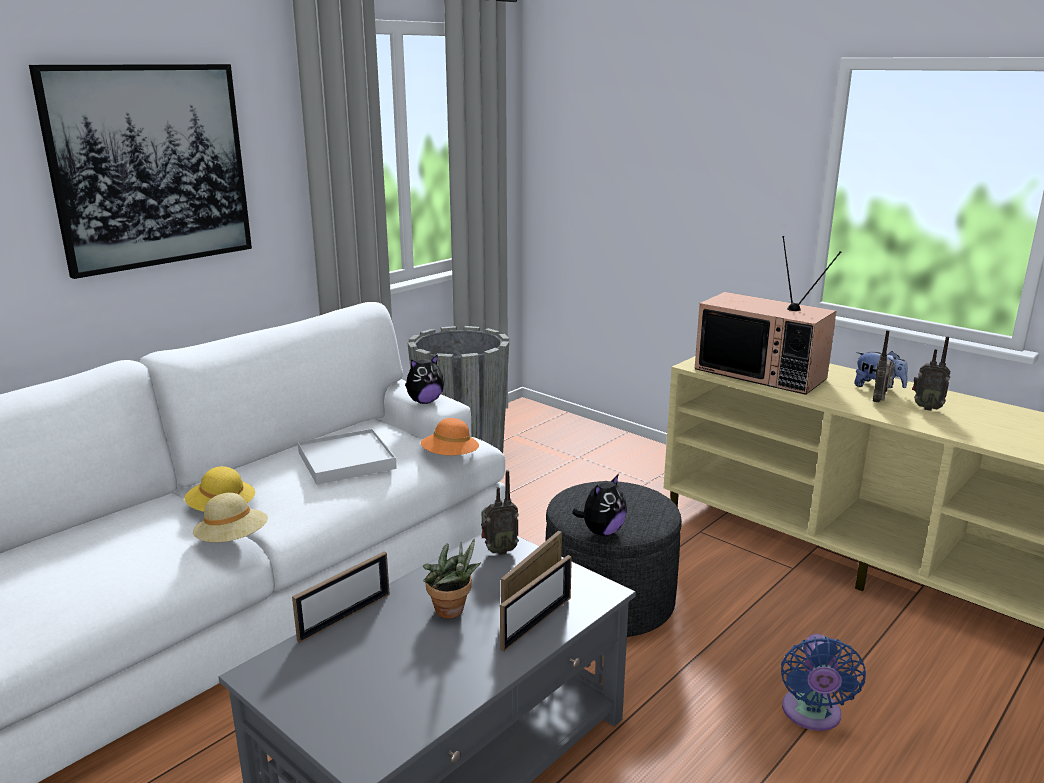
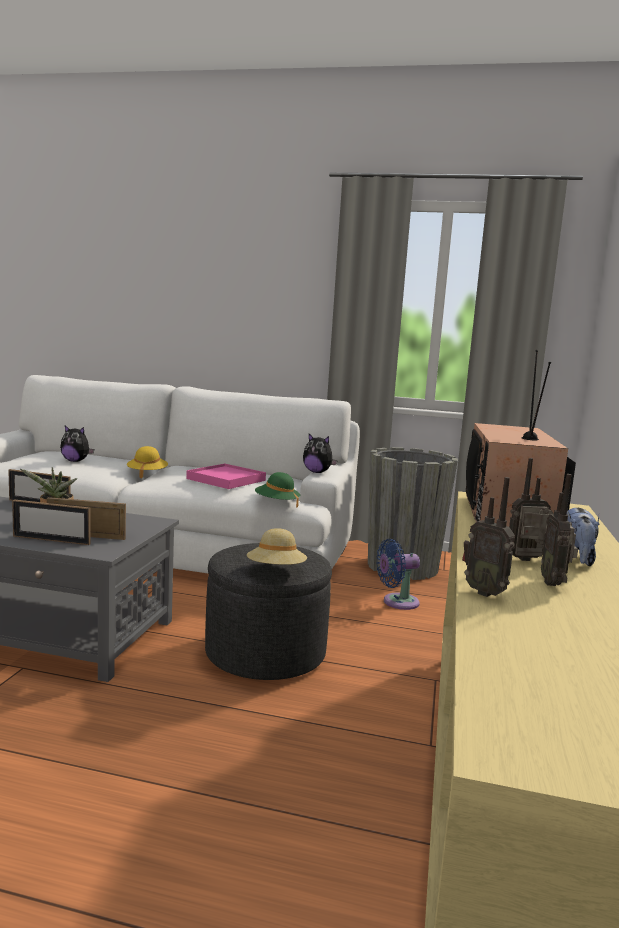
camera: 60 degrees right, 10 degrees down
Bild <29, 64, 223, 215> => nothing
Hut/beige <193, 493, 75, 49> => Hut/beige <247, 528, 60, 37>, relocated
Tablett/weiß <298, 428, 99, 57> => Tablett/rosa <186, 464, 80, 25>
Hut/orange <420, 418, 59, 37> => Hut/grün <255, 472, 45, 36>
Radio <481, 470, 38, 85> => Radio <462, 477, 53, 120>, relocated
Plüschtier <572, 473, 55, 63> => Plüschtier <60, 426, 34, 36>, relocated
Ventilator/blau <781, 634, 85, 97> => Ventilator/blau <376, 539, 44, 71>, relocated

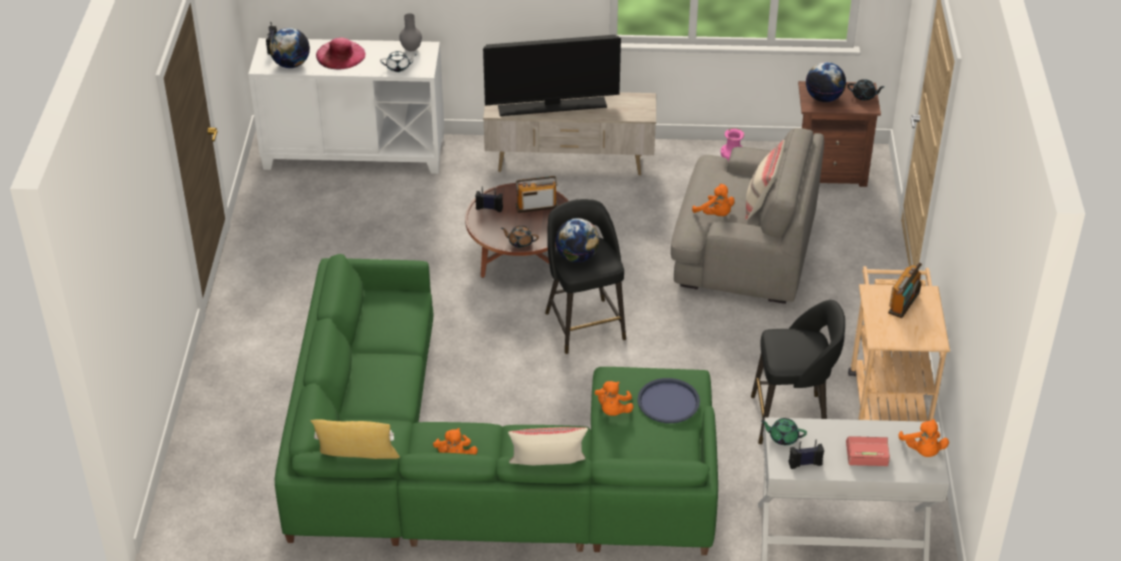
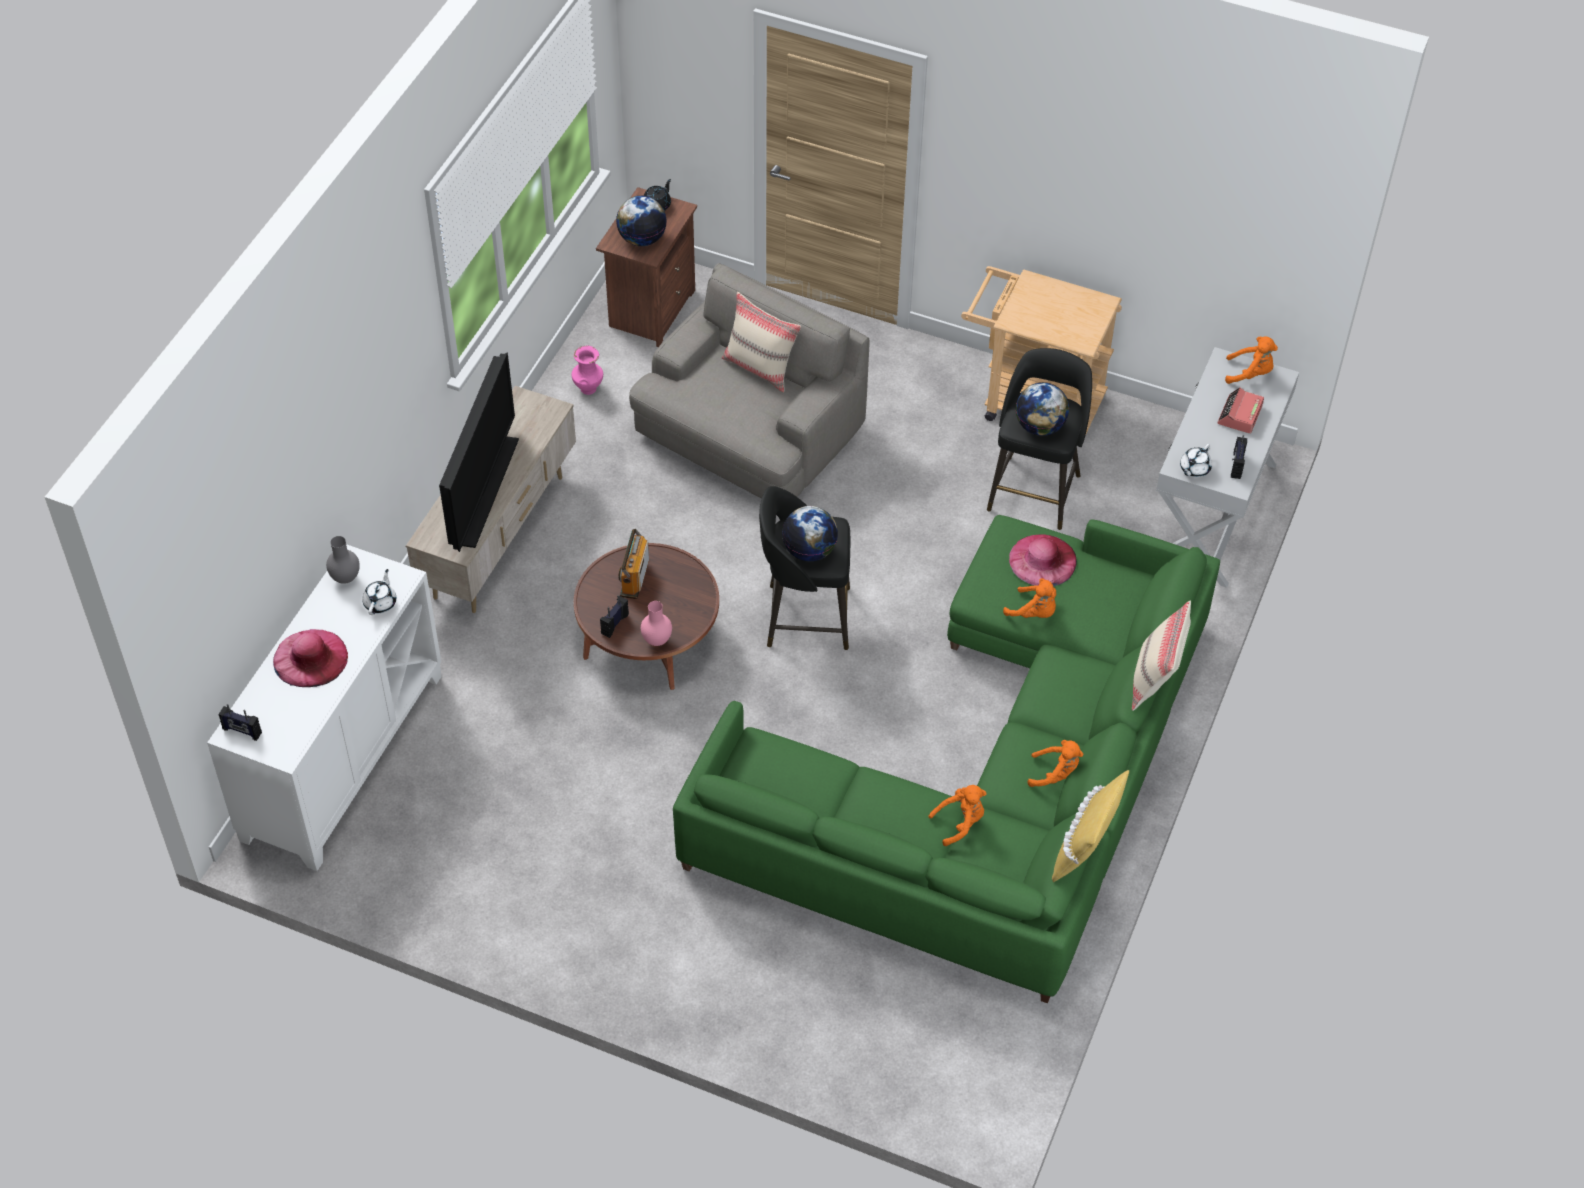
camera: 70 degrees left, 10 degrees up
Globus <269, 28, 41, 40> => Globus <1016, 382, 53, 54>, relocated
Teekanne/braun <501, 226, 38, 22> => nothing
Tablett/blau <637, 378, 63, 45> => Hut/rosa <1009, 534, 68, 52>
Plüschtier/orange <692, 184, 43, 32> => Plüschtier/orange <928, 785, 59, 61>, relocated
Teekanne/grün <761, 418, 46, 27> => Teekanne/weiß <1180, 444, 32, 33>
Radio <888, 263, 34, 55> => nothing
nothing => Vase/rosa <641, 601, 31, 45>

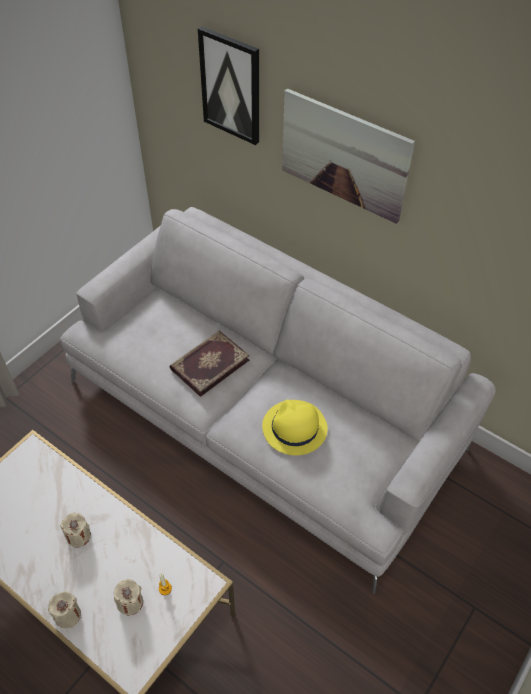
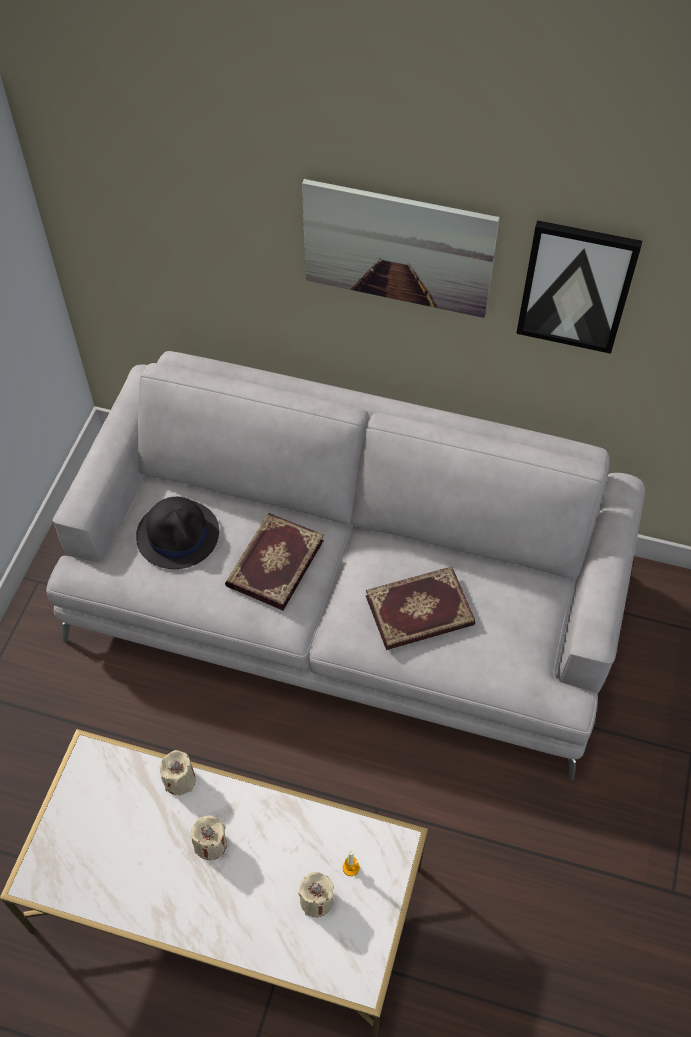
camera: 20 degrees left, 5 degrees up
Kerze/beige <48, 591, 33, 38> => Kerze/beige <160, 750, 36, 45>, relocated
Bild <198, 26, 61, 119> => Bild <516, 220, 126, 134>, relocated
Hut/gelb <262, 400, 66, 55> => Buch <366, 566, 109, 84>
nothing => Hut/schwarz <136, 497, 83, 72>

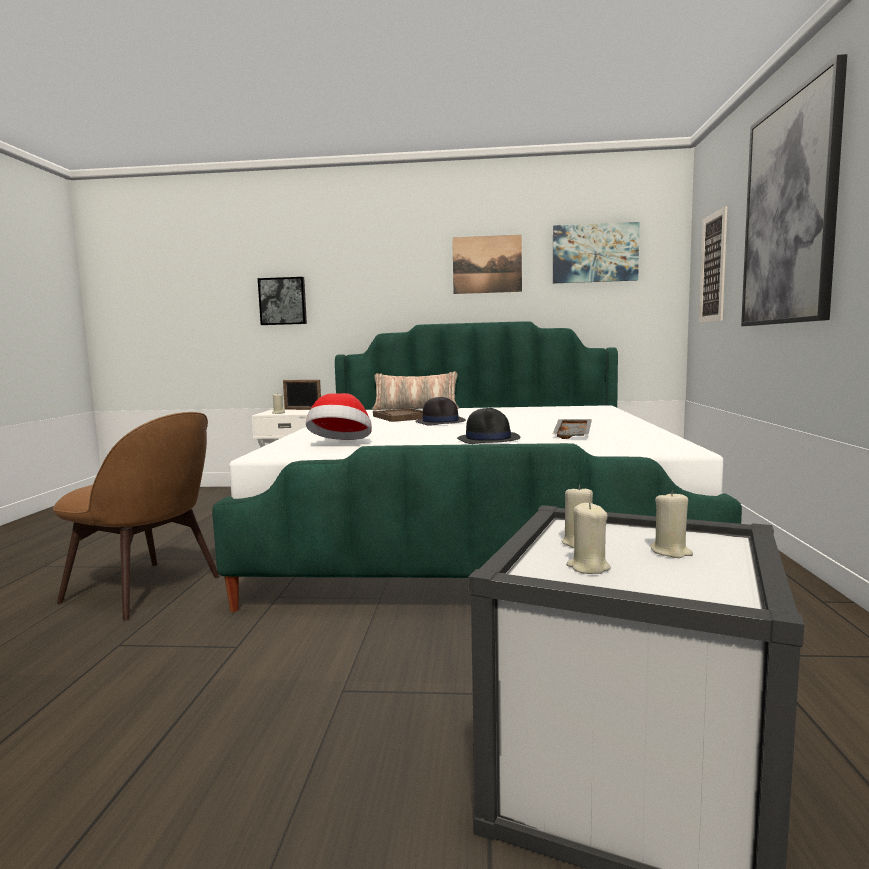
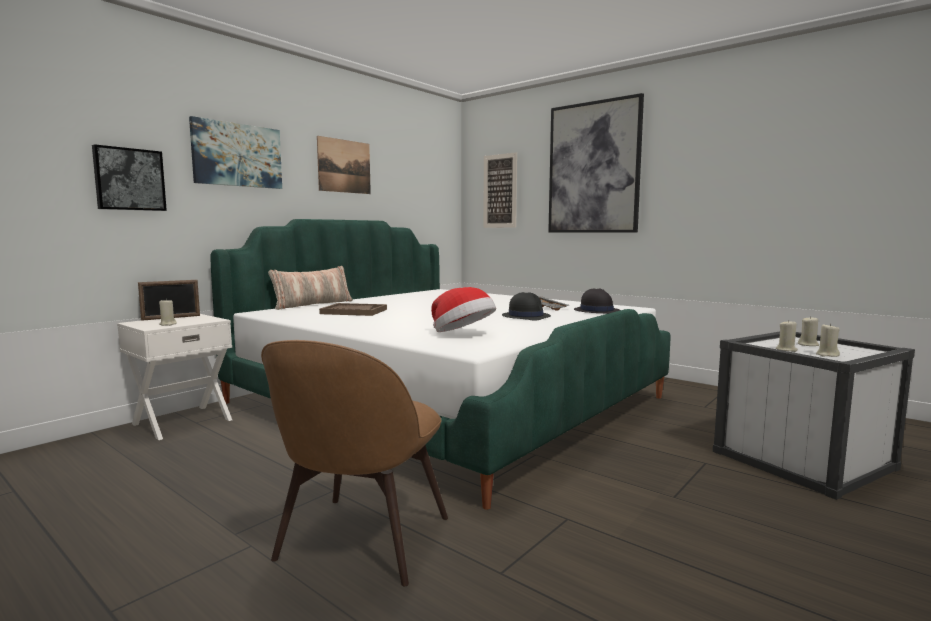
camera: 55 degrees left, 0 degrees up
Stuhl/braun <53, 412, 167, 209> => Stuhl/braun <261, 340, 187, 246>, 135 degrees clockwise
Hut/schwarz <415, 397, 51, 29> => Hut/schwarz <574, 288, 46, 26>, relocated
Bild <553, 222, 86, 61> => Bild <189, 116, 93, 73>, relocated

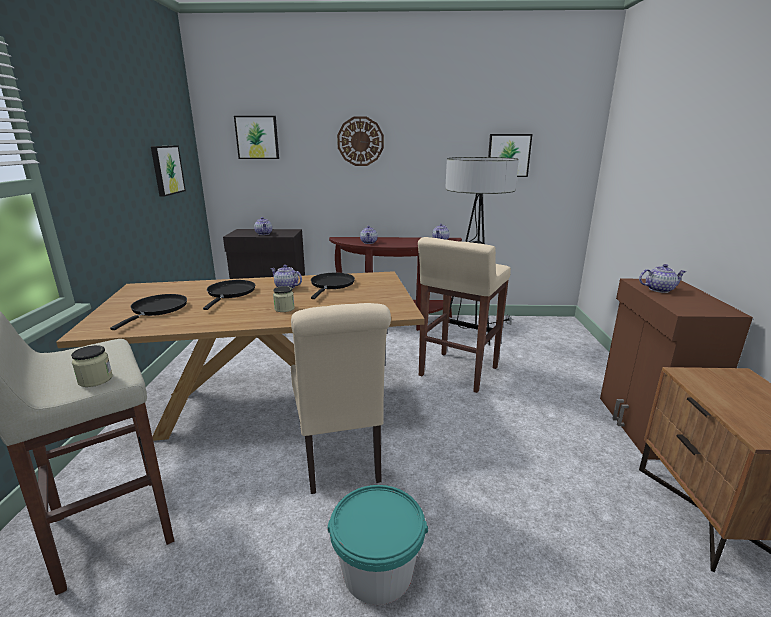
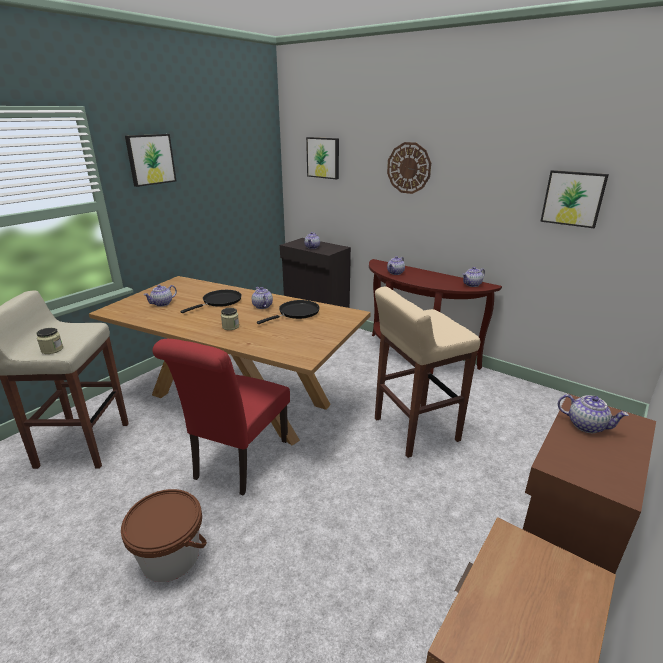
camera: 35 degrees right, 5 degrees up
Pfanne/schwarz <110, 294, 77, 36> => Teekanne <143, 285, 34, 22>
Bild <151, 145, 35, 52> => Bild <125, 134, 51, 53>, relocated
Stuhl/beige <291, 303, 100, 191> => Stuhl/rot <153, 339, 137, 157>
Eimer/türkis <327, 485, 101, 120> => Eimer/braun <121, 489, 86, 93>
Stehlampe <445, 157, 74, 189> => nothing

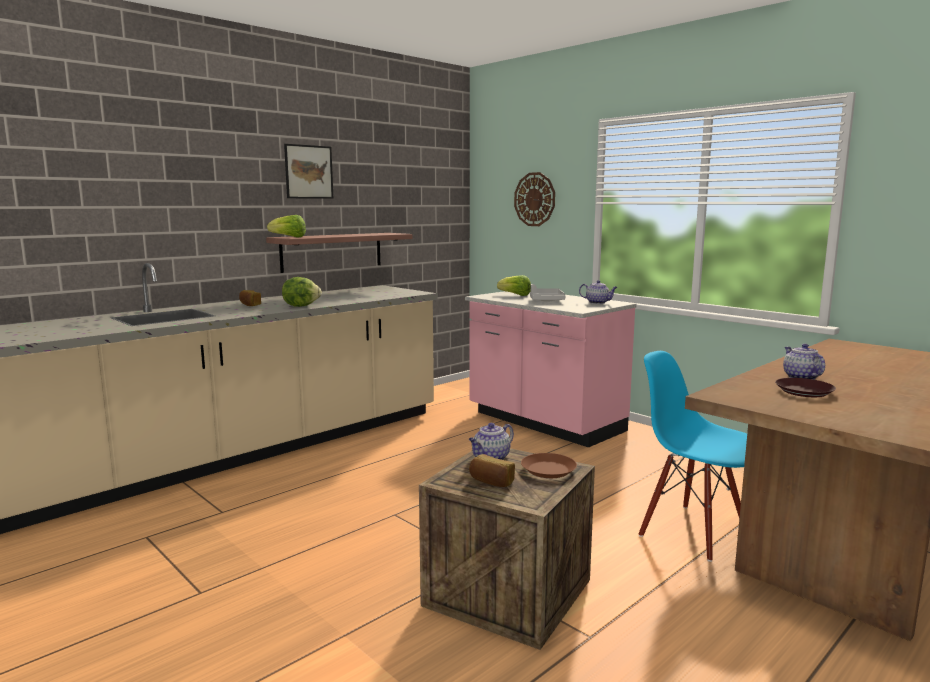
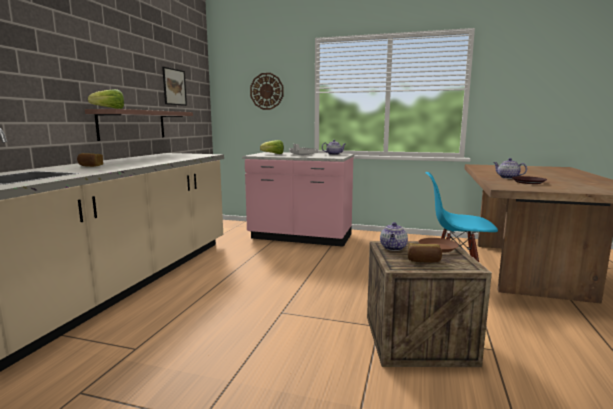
camera: 30 degrees left, 0 degrees up
Salatkopf <282, 277, 40, 30> => nothing
Bild <284, 144, 49, 55> => Bild <162, 67, 25, 39>, relocated

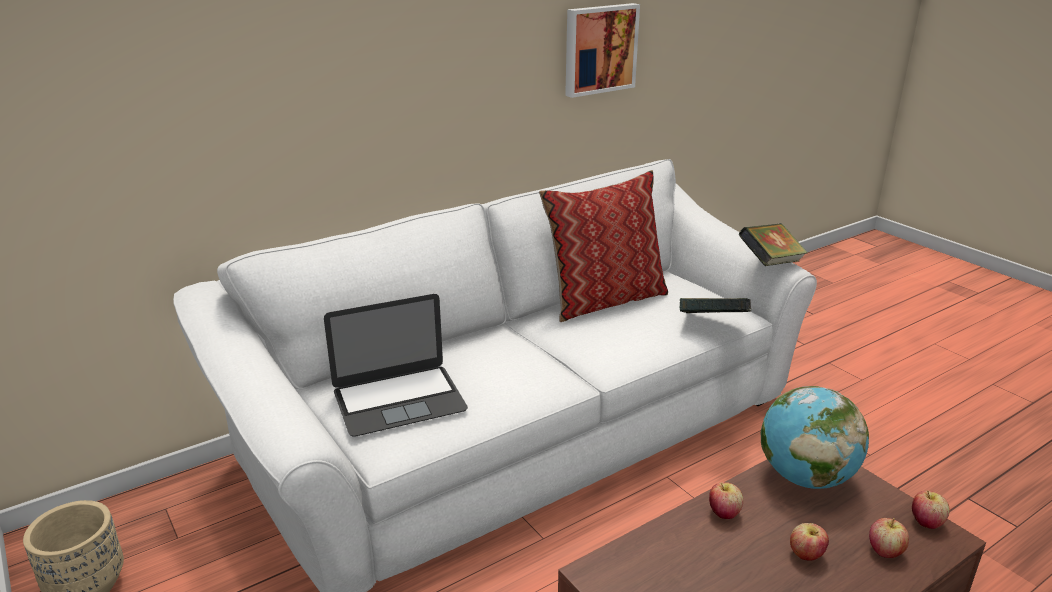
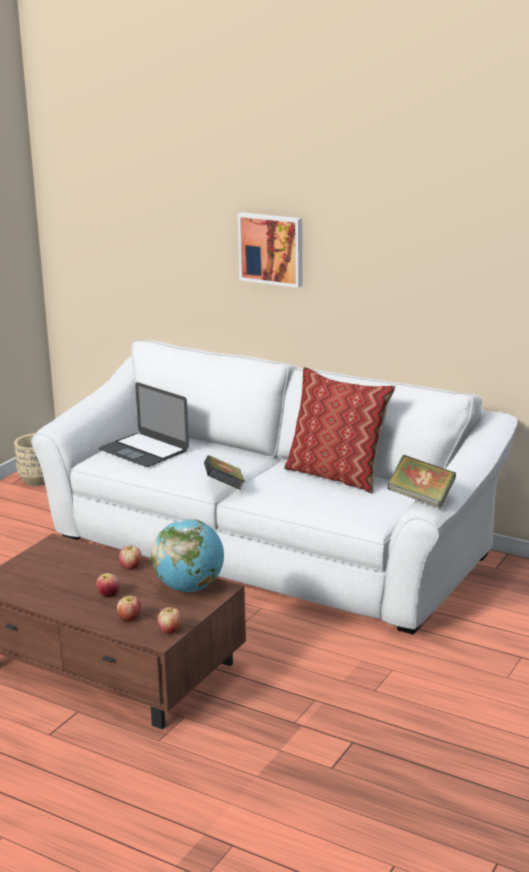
camera: 65 degrees right, 5 degrees down
Bild <565, 3, 75, 95> => Bild <238, 212, 64, 76>, relocated
Buch <680, 298, 71, 15> => Buch <204, 455, 41, 35>, relocated

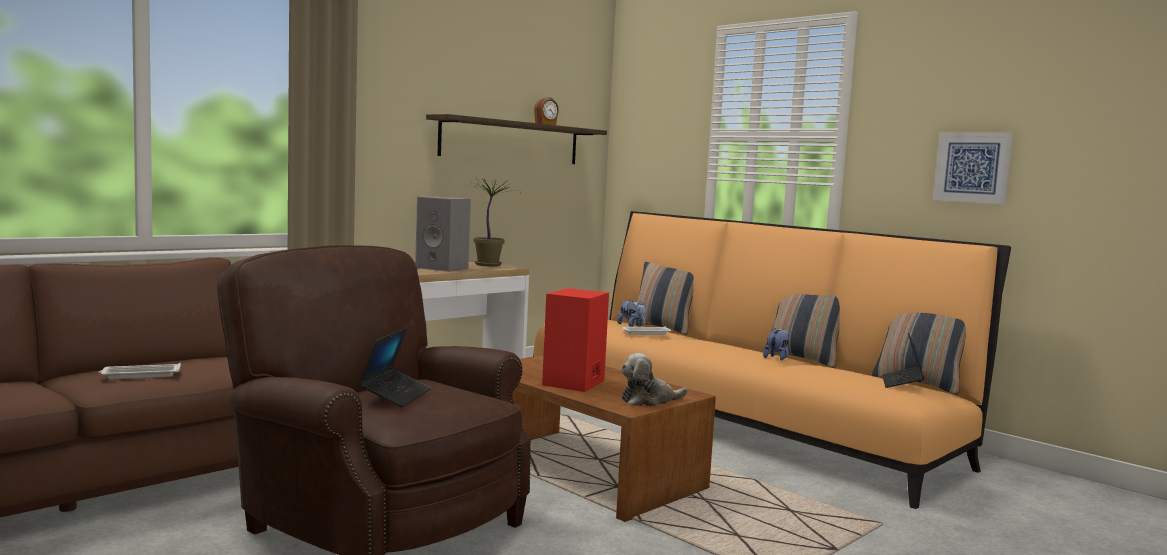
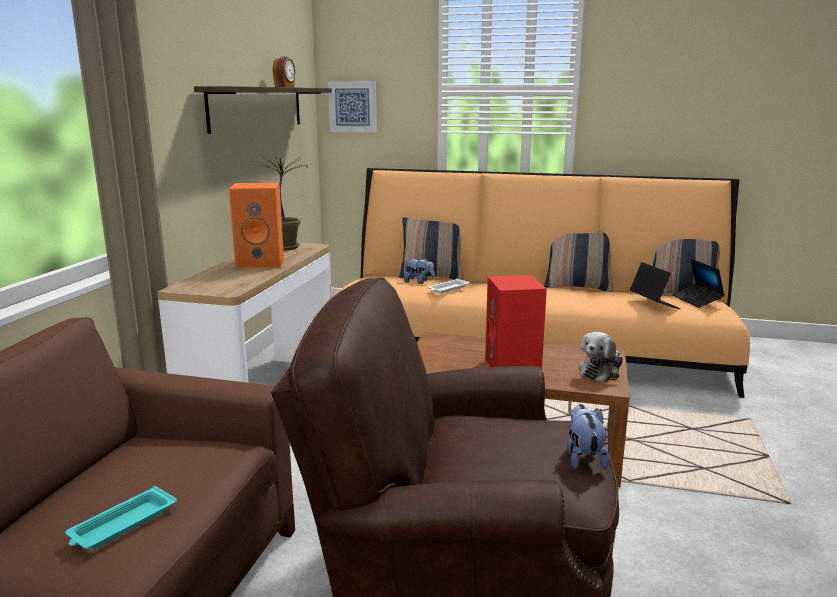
camera: 30 degrees left, 10 degrees up
Tablett/weiß <99, 363, 82, 16> => Tablett/türkis <65, 486, 112, 63>
Laptop <358, 327, 73, 80> => Laptop <630, 262, 51, 47>, relocated
Lautsprecher/grau <415, 197, 56, 75> => Lautsprecher/orange <229, 183, 55, 86>
Plüschtier <763, 327, 27, 34> => Plüschtier <567, 404, 42, 65>, relocated
Bild <933, 133, 80, 71> => Bild <328, 81, 49, 52>, relocated

